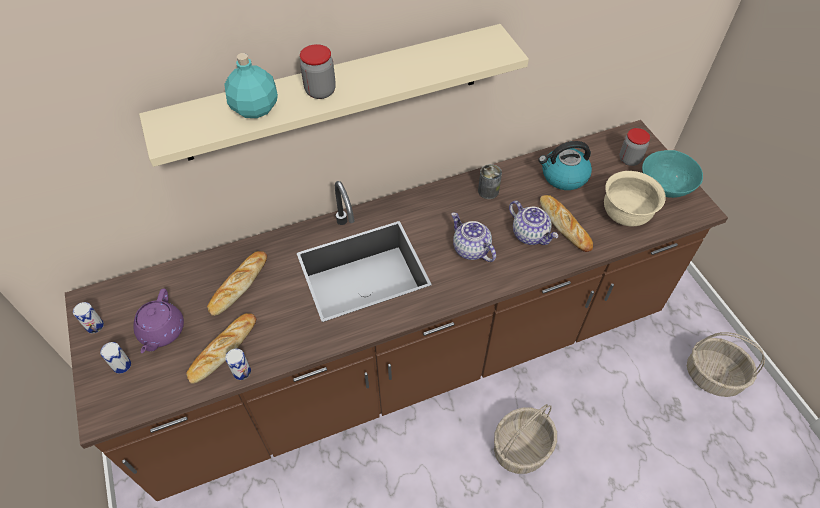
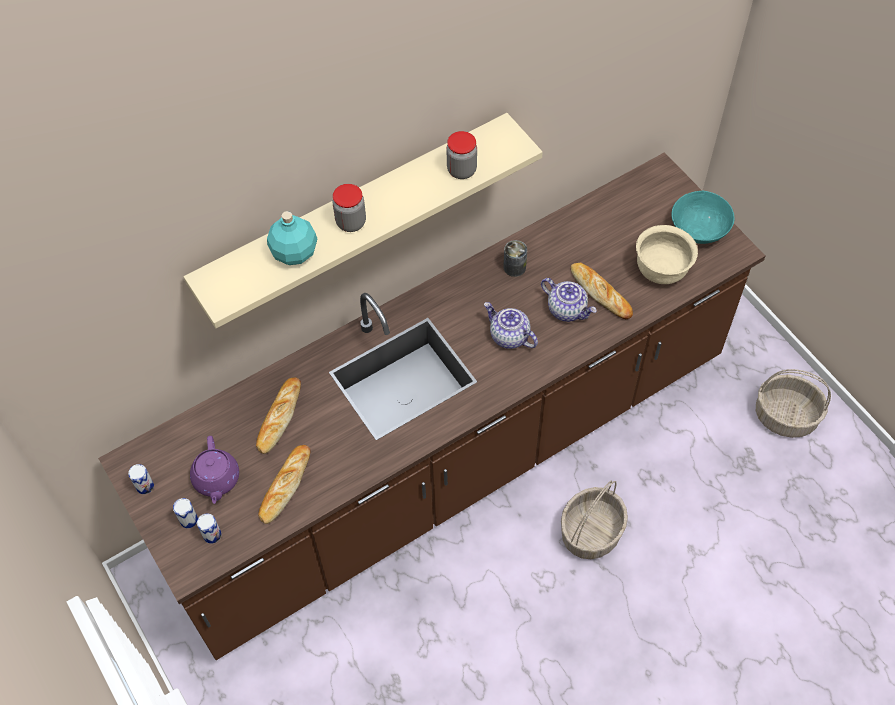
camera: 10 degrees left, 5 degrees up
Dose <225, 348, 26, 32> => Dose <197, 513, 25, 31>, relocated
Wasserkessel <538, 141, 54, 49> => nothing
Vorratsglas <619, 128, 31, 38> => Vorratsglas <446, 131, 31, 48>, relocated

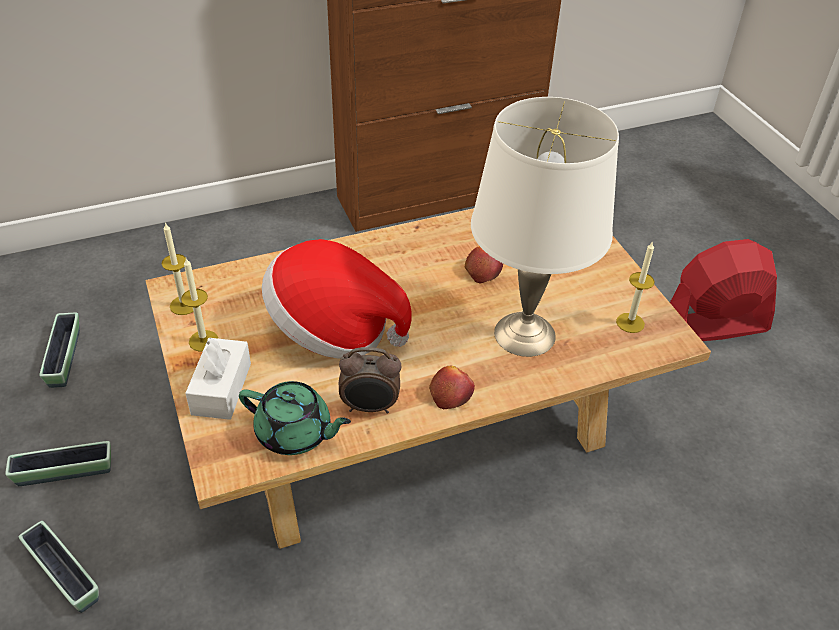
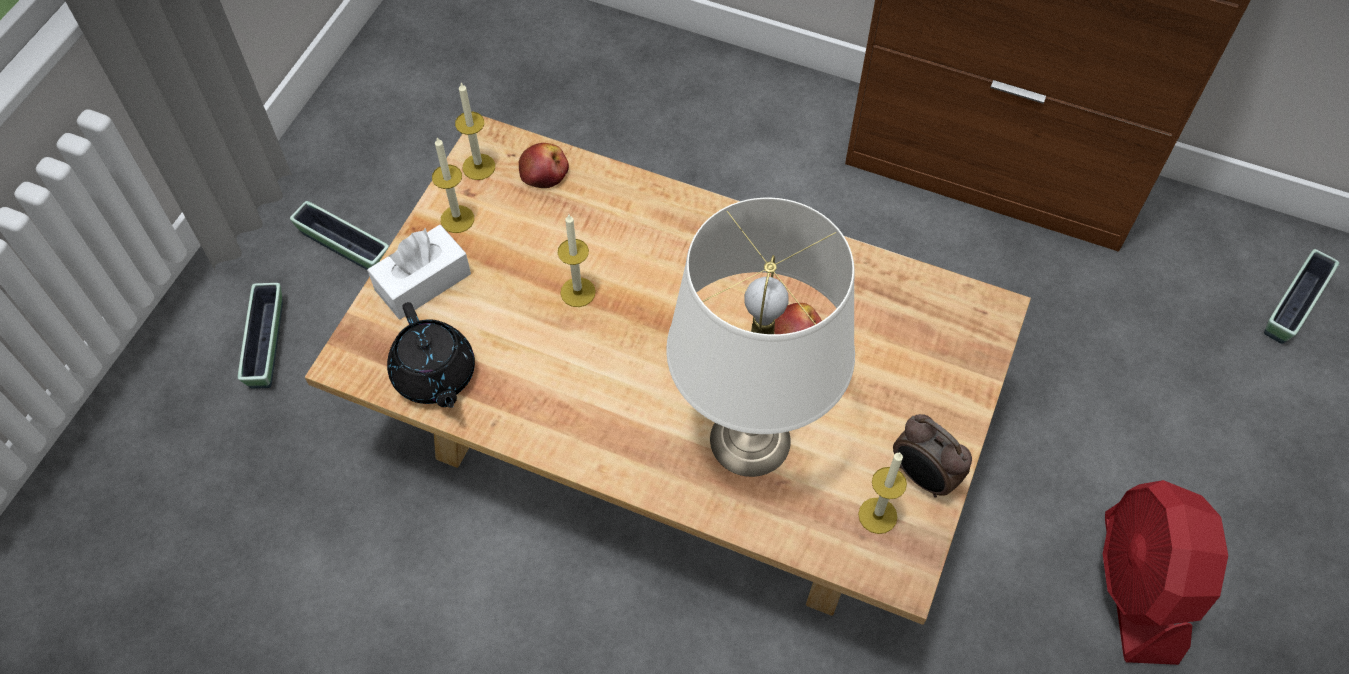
camera: 45 degrees right, 15 degrees up
Pflanzkübel <39, 313, 41, 75> => Pflanzkübel <1264, 249, 75, 95>, relocated
Teekanne/grün <239, 381, 112, 74> => Teekanne/schwarz <387, 302, 88, 106>
Hut <262, 239, 150, 119> => Kerze <558, 214, 38, 93>
Wecker <339, 347, 62, 66> => Wecker <893, 414, 79, 84>, relocated
Apfel <429, 366, 46, 43> => Apfel <519, 143, 50, 45>, relocated
Ventilator/rot <670, 239, 107, 102> => Ventilator/rot <1103, 480, 125, 185>, 120 degrees counterclockwise

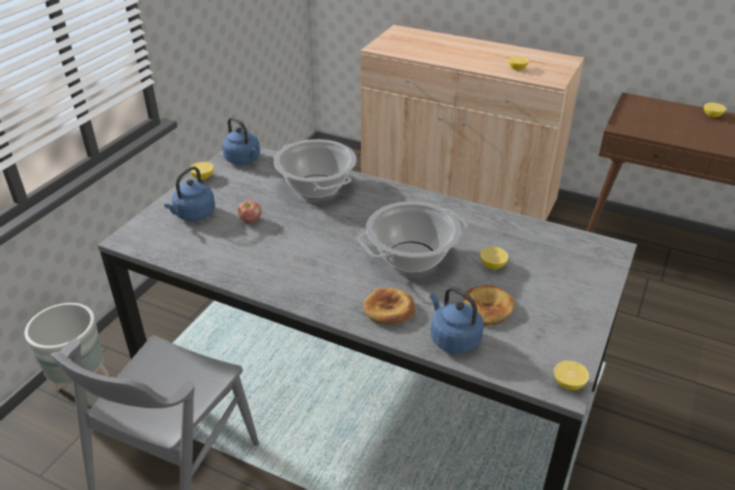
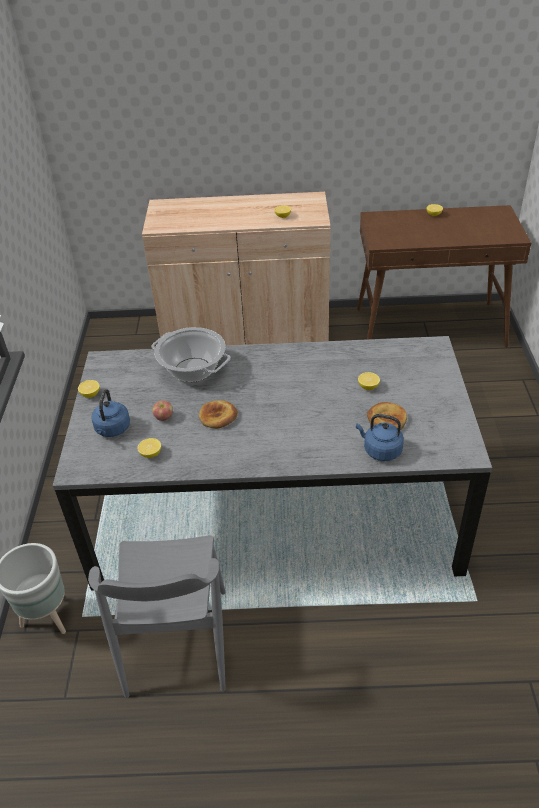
camera: 25 degrees left, 5 degrees up
Wasserkessel/blau <222, 117, 38, 48> => nothing
Kochtopf <358, 201, 110, 72> => nothing
Brot <363, 288, 53, 37> => Brot <199, 400, 39, 29>, relocated
Zitrone <554, 361, 35, 29> => Zitrone <137, 438, 24, 20>, relocated

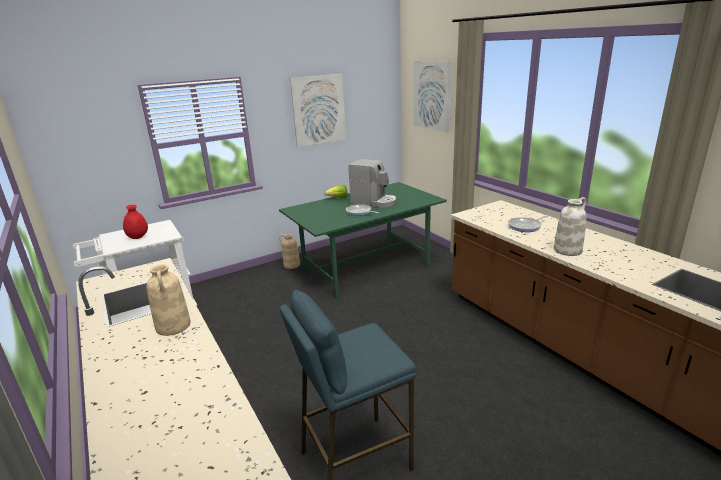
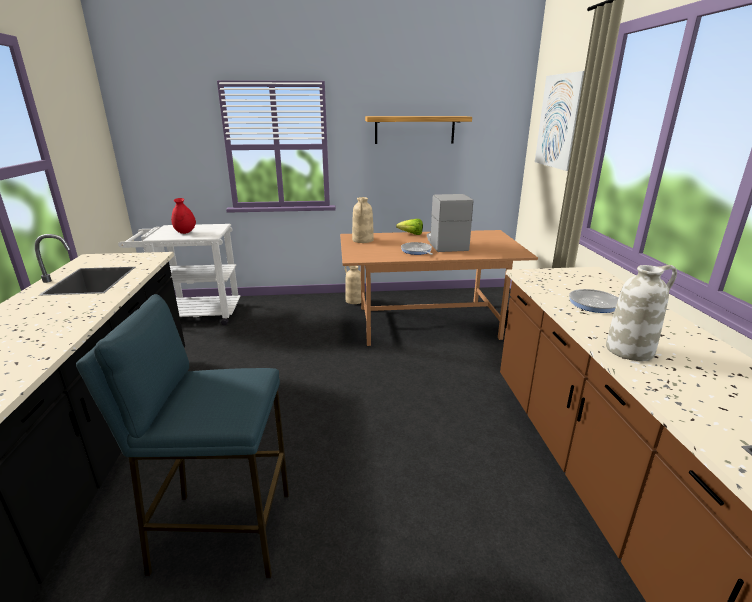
camera: 25 degrees right, 0 degrees up
Vase/beige <146, 264, 45, 72> => Vase/beige <352, 197, 22, 46>, relocated
Esstisch/grün <279, 182, 168, 117> => Esstisch/braun <340, 230, 198, 116>
Bild <290, 74, 56, 73> => Wandregal <365, 116, 107, 28>
Kaffeemaschine <348, 159, 48, 49> => Kaffeemaschine <427, 194, 46, 58>, 150 degrees counterclockwise

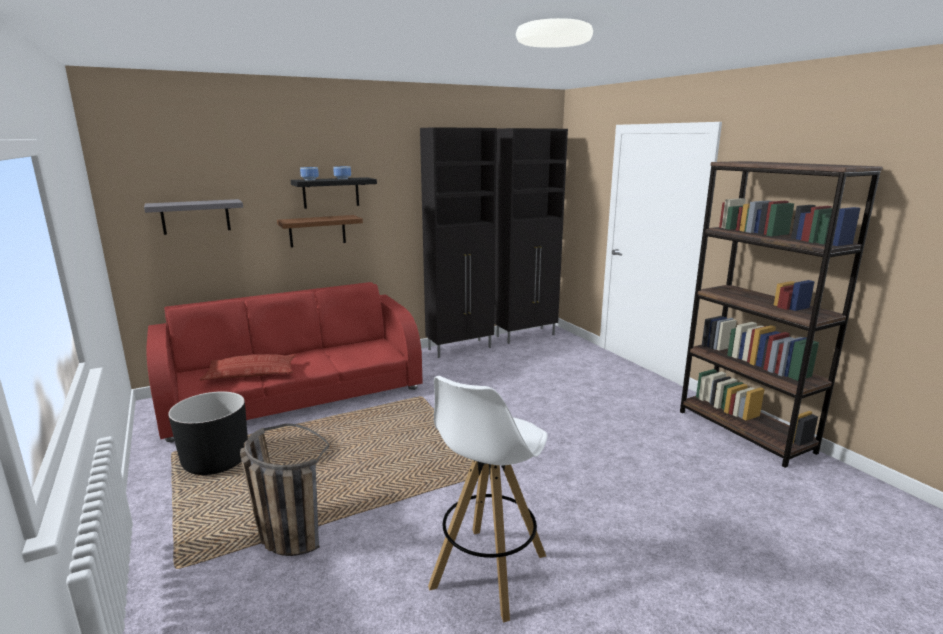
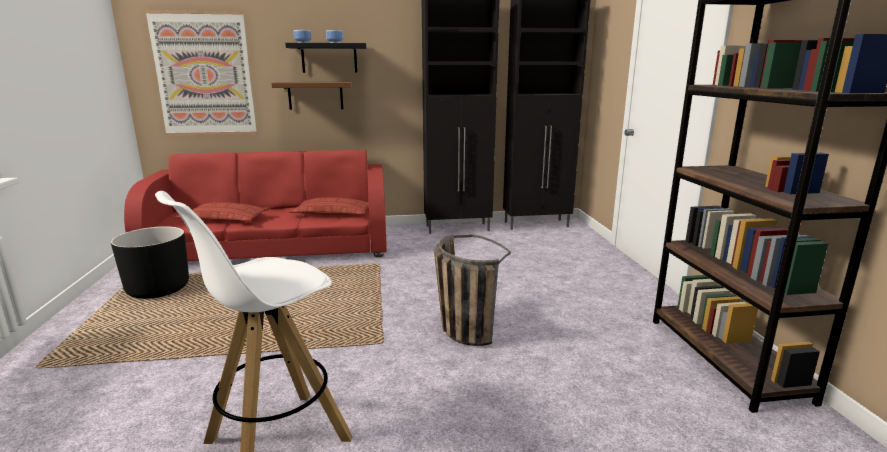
camera: 20 degrees right, 0 degrees up
Wandregal/grau <144, 199, 99, 36> => Bild <145, 10, 112, 126>
Korb <240, 423, 89, 133> => Korb <434, 235, 77, 111>, relocated
nothing => Kissen <289, 197, 80, 18>

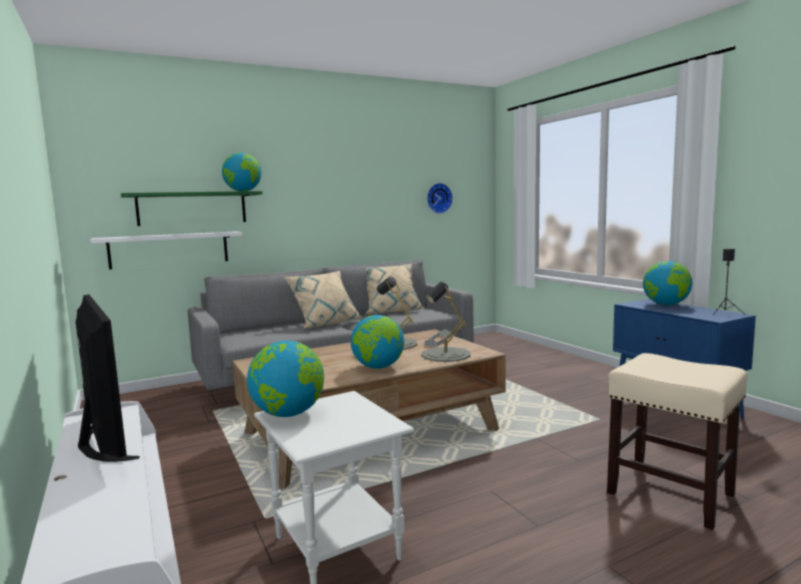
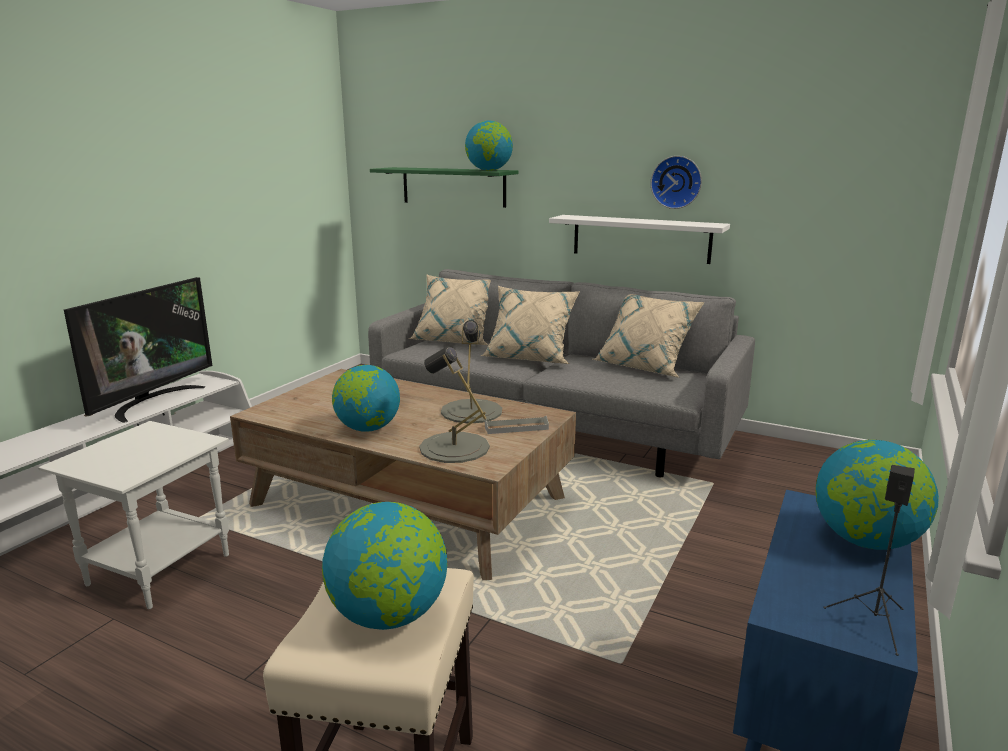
camera: 55 degrees right, 10 degrees up
Wandregal/weiß <90, 231, 152, 39> => Wandregal/weiß <549, 215, 181, 49>, relocated
Globus <247, 341, 77, 76> => Globus <322, 502, 125, 128>, relocated
Wanduhr <427, 183, 26, 31> => Wanduhr <651, 156, 51, 53>, relocated
nothing => Kissen/beige <409, 274, 82, 71>

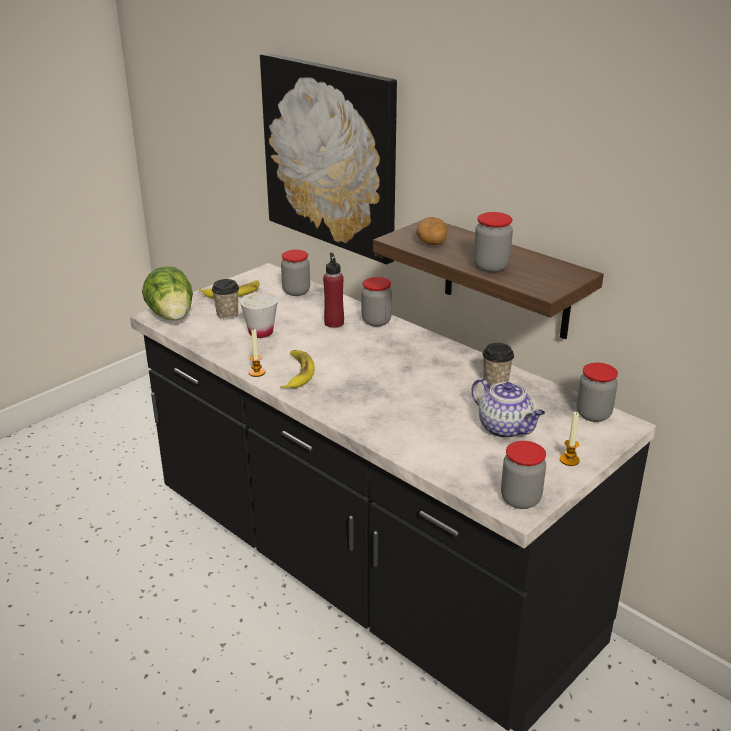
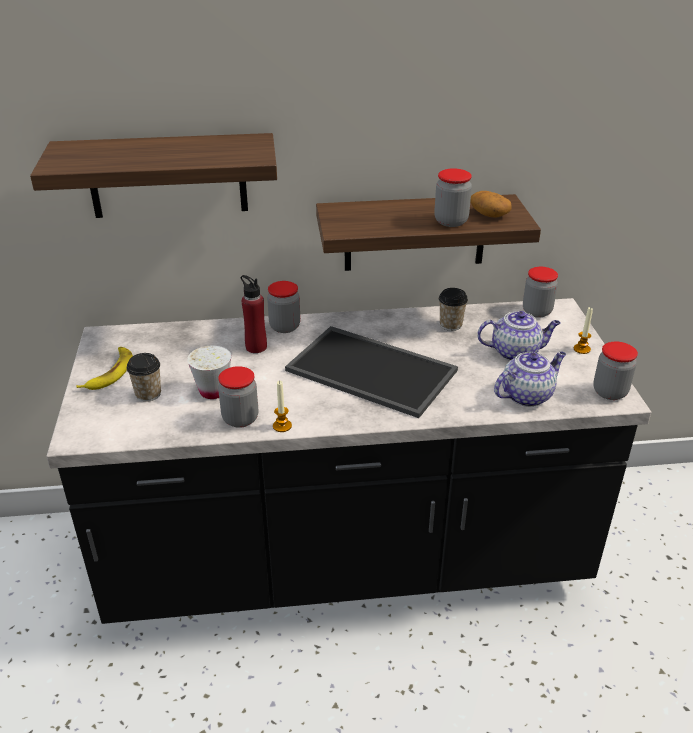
camera: 50 degrees left, 5 degrees up
Salatkopf <142, 266, 51, 54> => nothing
Bild <260, 53, 137, 211> => Wandregal <30, 133, 247, 85>
Banane <280, 350, 34, 39> => nothing
Vorratsglas <281, 250, 29, 46> => Vorratsglas <218, 366, 40, 62>, relocated
Kartoffel <416, 217, 31, 28> => Kartoffel <470, 191, 42, 27>, relocated
nothing => Tablett <285, 326, 173, 92>
nothing => Teekanne <494, 352, 72, 55>

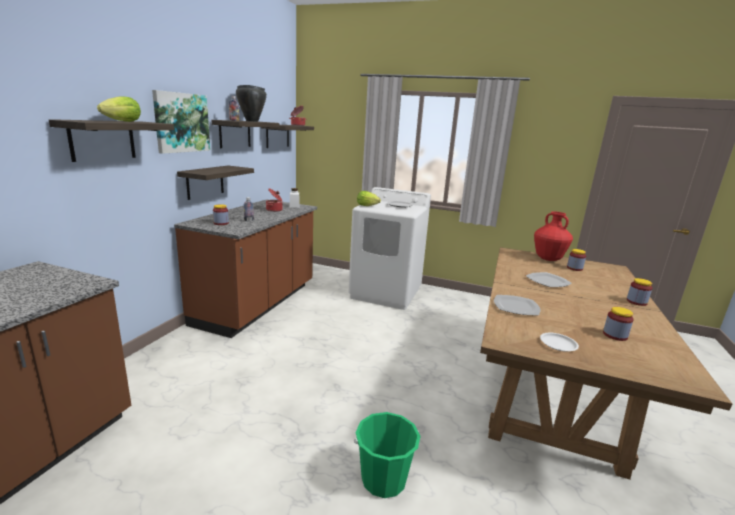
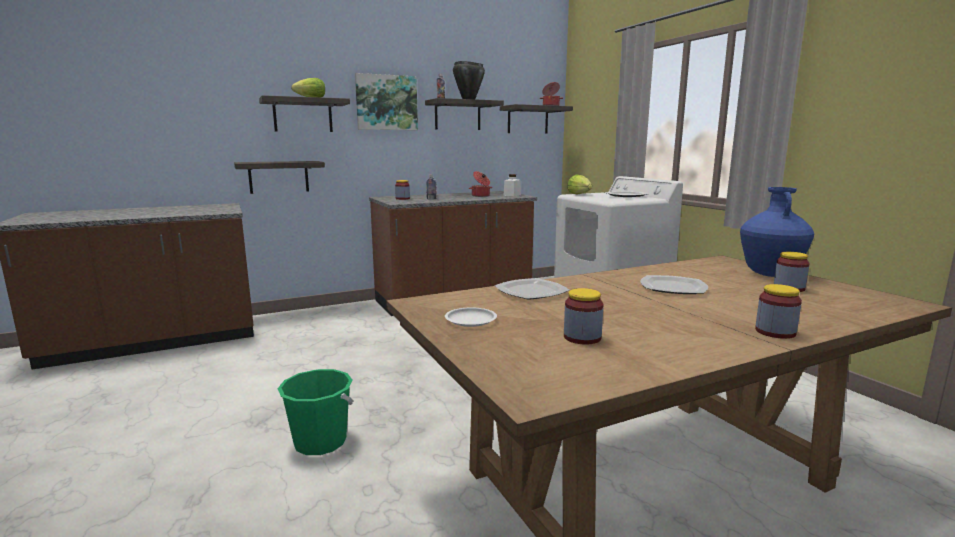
camera: 45 degrees right, 5 degrees down
Wandregal <177, 166, 77, 34> => Wandregal <234, 161, 91, 33>, relocated
Vase/rot <534, 211, 39, 50> => Vase/blau <740, 187, 74, 90>

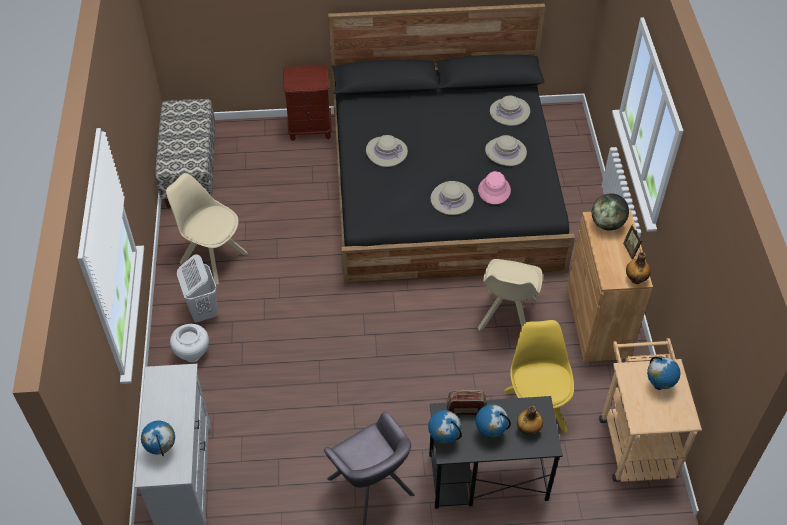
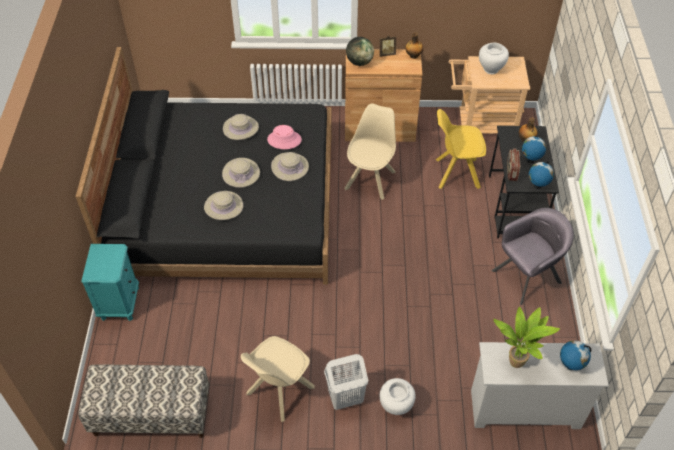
camera: 85 degrees left, 0 degrees up
Nachttisch/braun <283, 65, 49, 76> => Nachttisch/türkis <82, 244, 57, 77>
Stuhl/beige <478, 259, 65, 72> => Stuhl/beige <345, 104, 51, 96>, 90 degrees counterclockwise
Hut/beige <490, 95, 40, 31> => Hut/beige <222, 158, 38, 30>, relocated
Globus <647, 357, 33, 33> => Vase/weiß <479, 43, 30, 31>
nothing => Topfpflanze <493, 307, 67, 61>

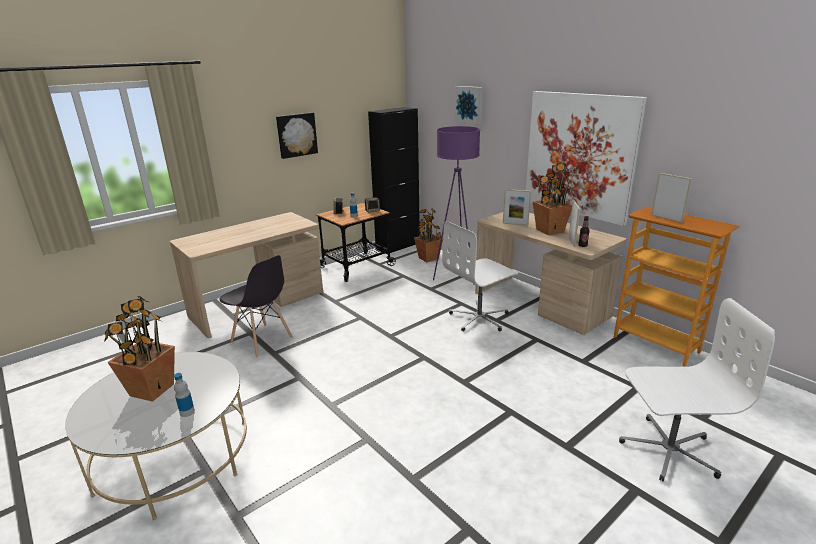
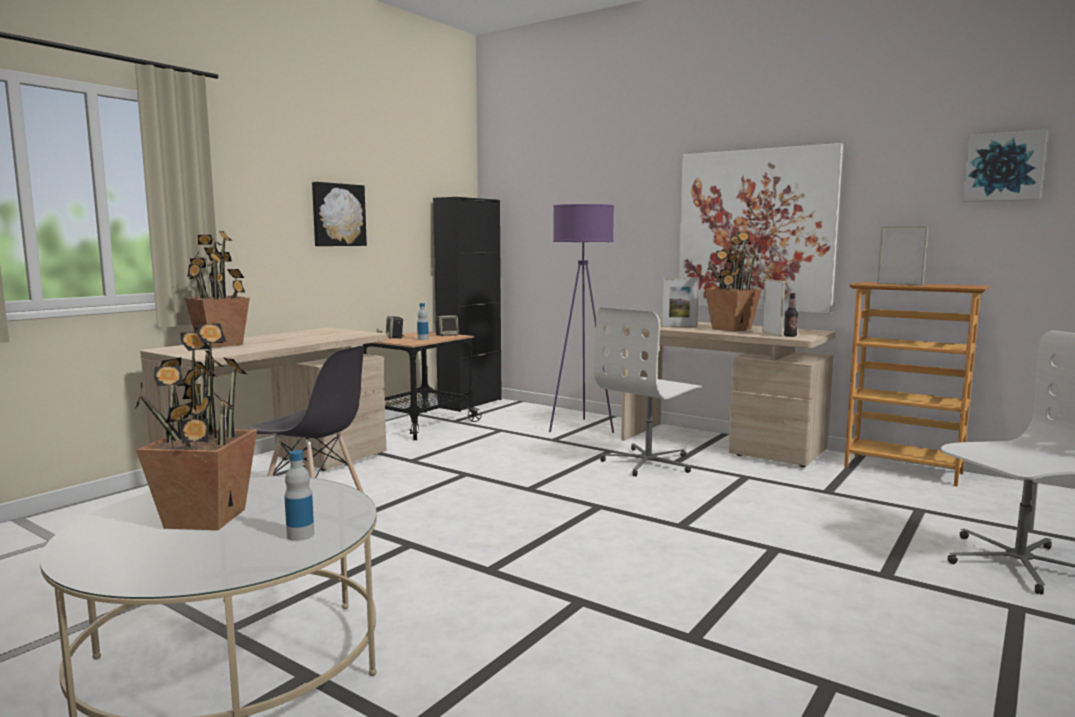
camera: 15 degrees left, 15 degrees down
Topfpflanze <414, 208, 29, 54> => Topfpflanze <185, 231, 65, 117>, relocated
Bild <454, 86, 29, 39> => Bild <962, 130, 85, 72>, relocated

